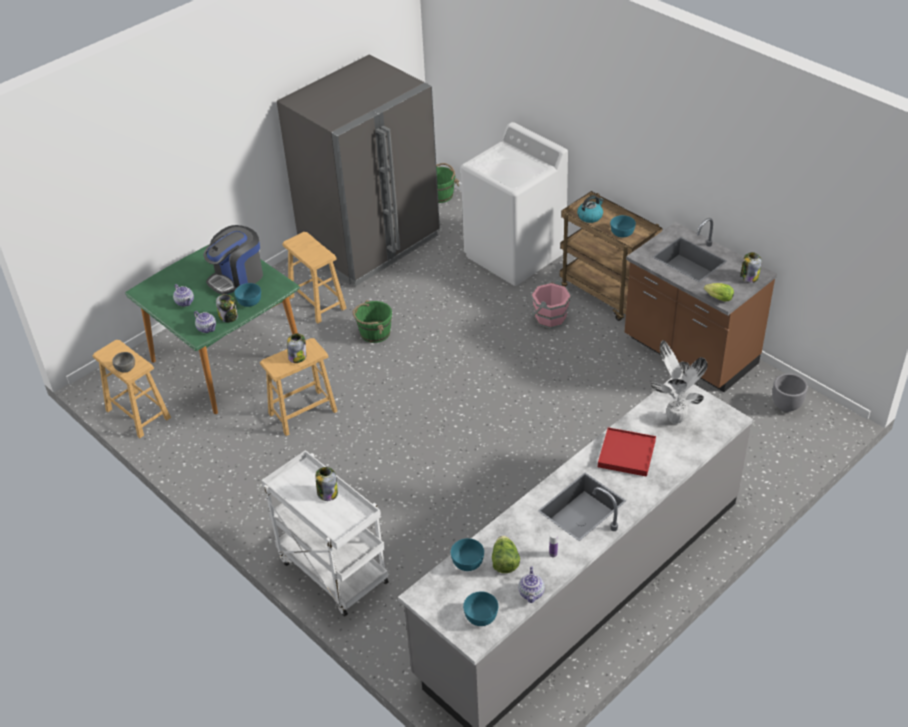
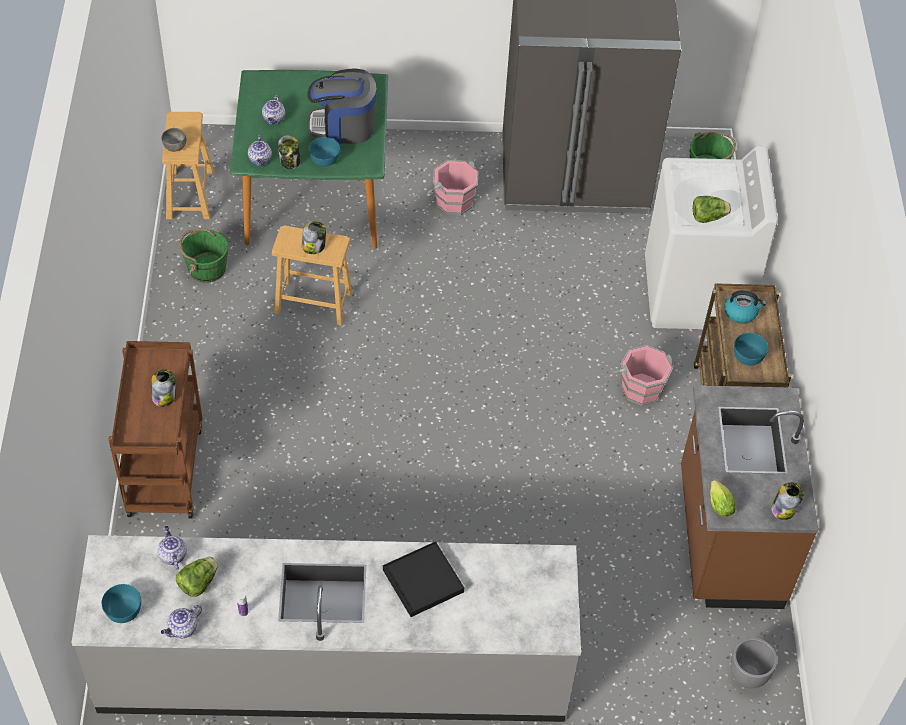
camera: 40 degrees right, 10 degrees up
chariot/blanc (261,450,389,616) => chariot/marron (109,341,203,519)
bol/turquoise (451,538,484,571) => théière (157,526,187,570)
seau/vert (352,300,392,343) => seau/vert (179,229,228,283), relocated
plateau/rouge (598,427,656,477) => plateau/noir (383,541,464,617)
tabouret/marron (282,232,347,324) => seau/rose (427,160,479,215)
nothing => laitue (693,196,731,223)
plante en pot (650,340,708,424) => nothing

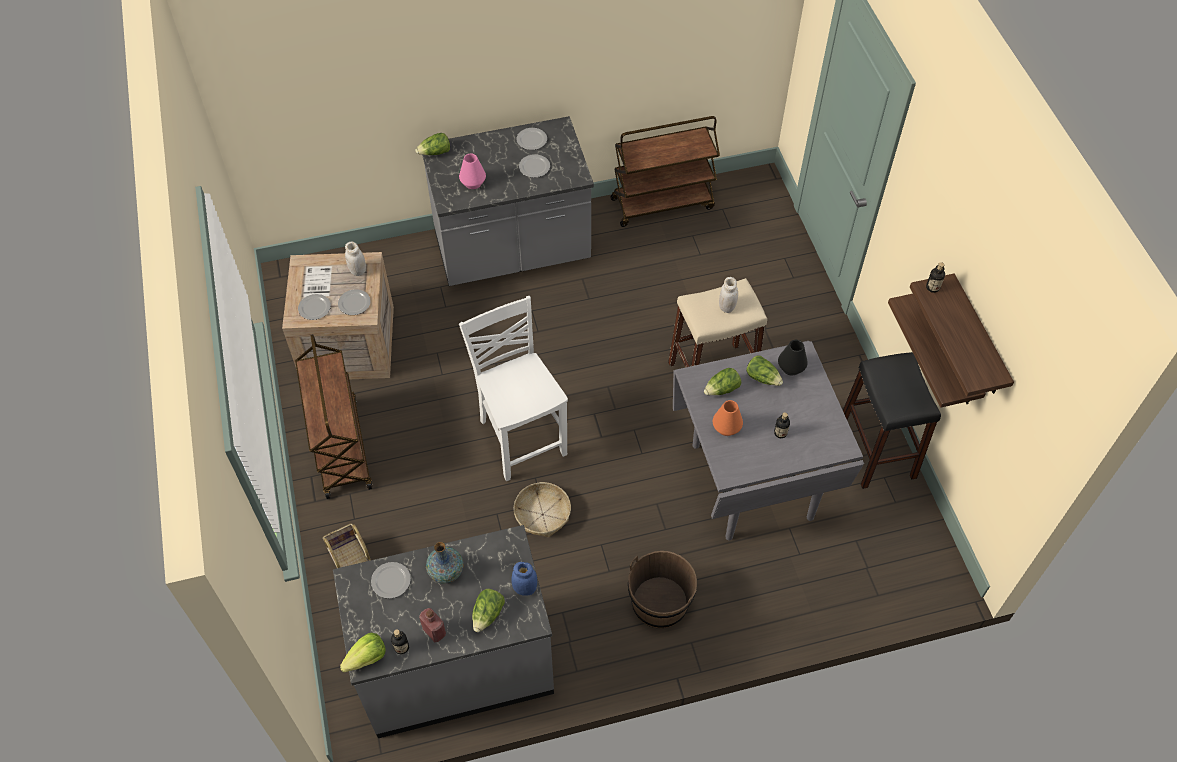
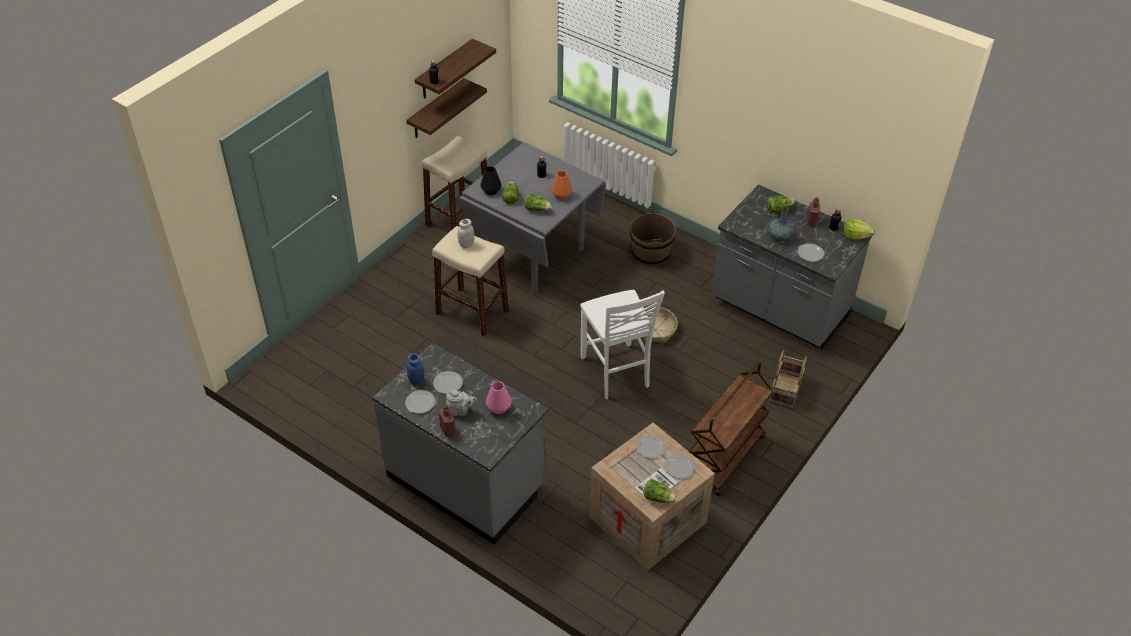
camera: 130 degrees left, 10 degrees down
bocal/bleu (511,562,537,596) => bocal/bleu (406,353,425,386), relocated
tabouret/noir (843,352,941,489) => tabouret/beige (422,136,487,230)
nothing => bouteille/rouge (439,405,456,436)
nothing => théière/gris (446,390,477,416)
chaise/blanc (459,296,568,481) => chaise/blanc (580,290,665,399), 45 degrees counterclockwise
laitue (415,133,450,155) => laitue (644,479,677,503), relocated
bocal/blanc (345,242,366,276) => nothing
chariot/marron (610,116,720,227) => nothing

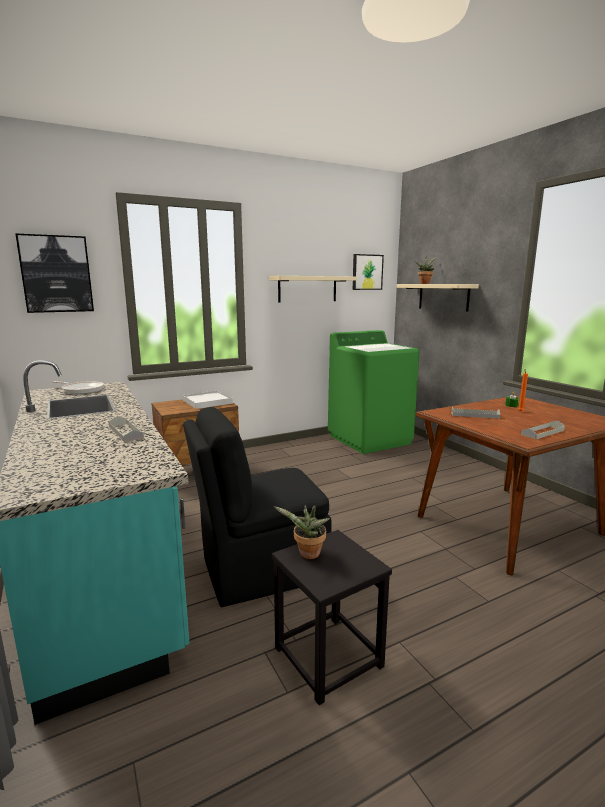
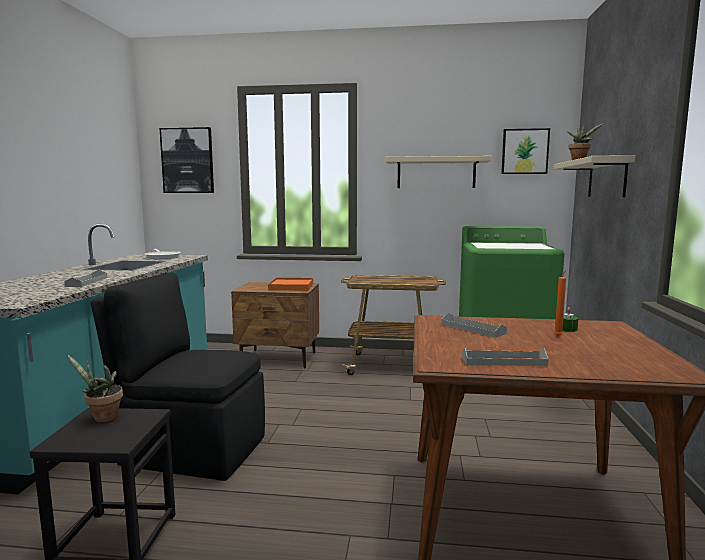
camera: 35 degrees right, 5 degrees down
plateau/blanc (183,391,233,409) => plateau/orange (268,278,313,291)
nothing => chariot (341,275,446,375)

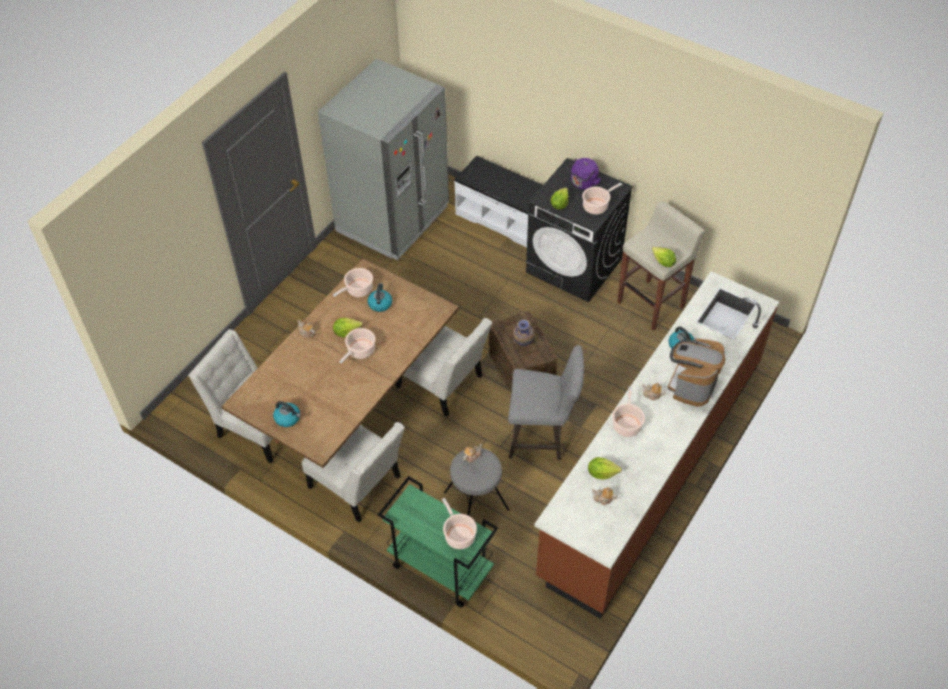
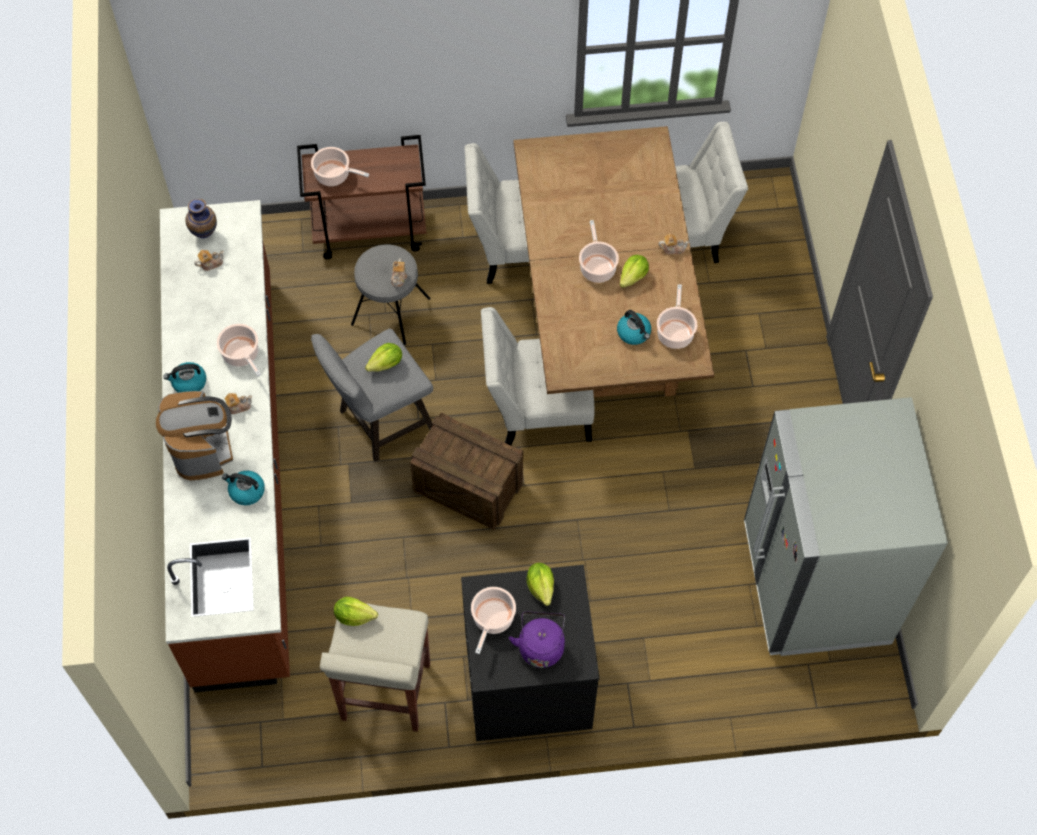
camera: 140 degrees right, 10 degrees up
bouilloire (273,401,301,427) => bouilloire (163,362,206,393), relocated
vase (513,319,535,346) => vase (185,199,217,238), relocated
chariot/vert (378,476,498,607) => chariot/marron (297,135,426,259)
laitue (588,457,622,479) => laitue (365,343,402,371), relocated
banc/blanc (454,156,543,247) => nothing

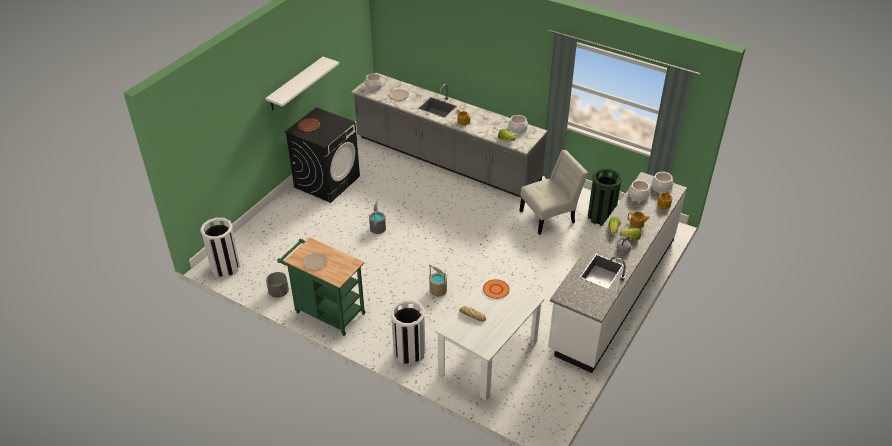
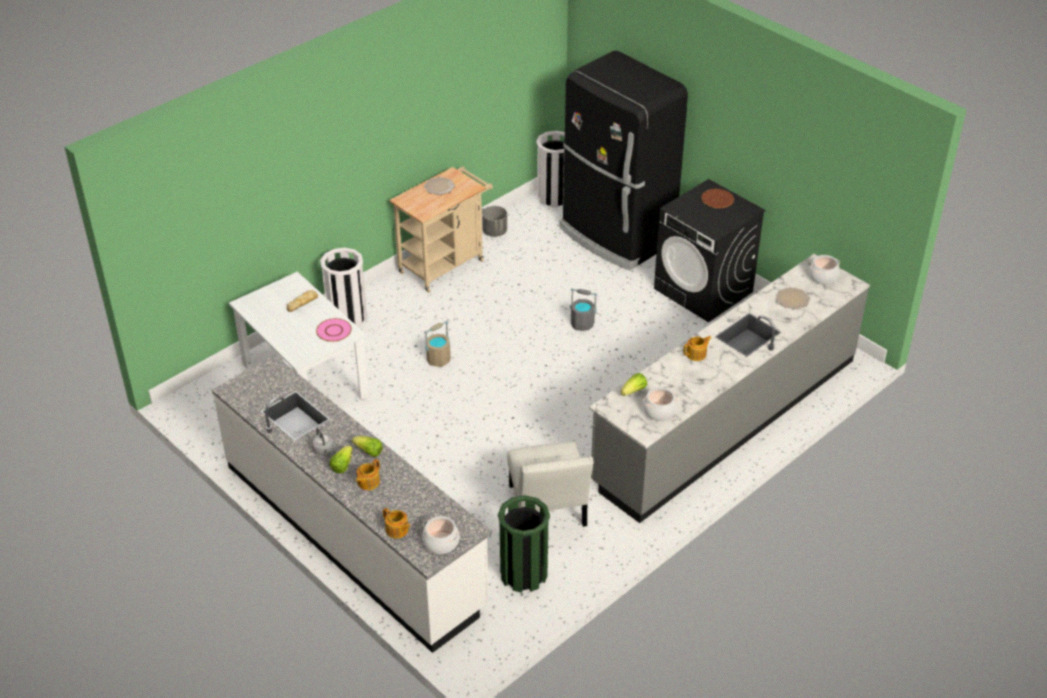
camera: 105 degrees right, 0 degrees up
assiette/orange (483,279,510,299) => assiette/rose (316,318,352,342)
chariot/vert (277,238,366,336) => chariot/beige (389,167,493,293)
nothing => réfrigérateur/noir (559,51,688,270)
étagère/blanc (265,57,339,110) => nothing
marmite (628,180,650,201) => nothing

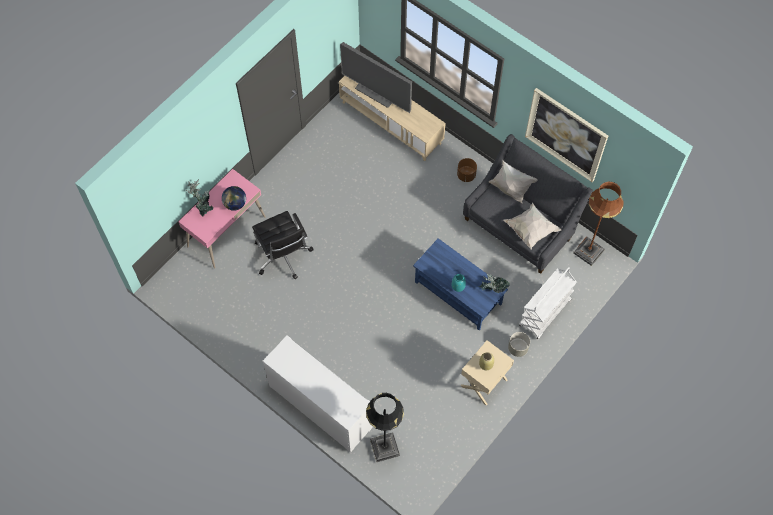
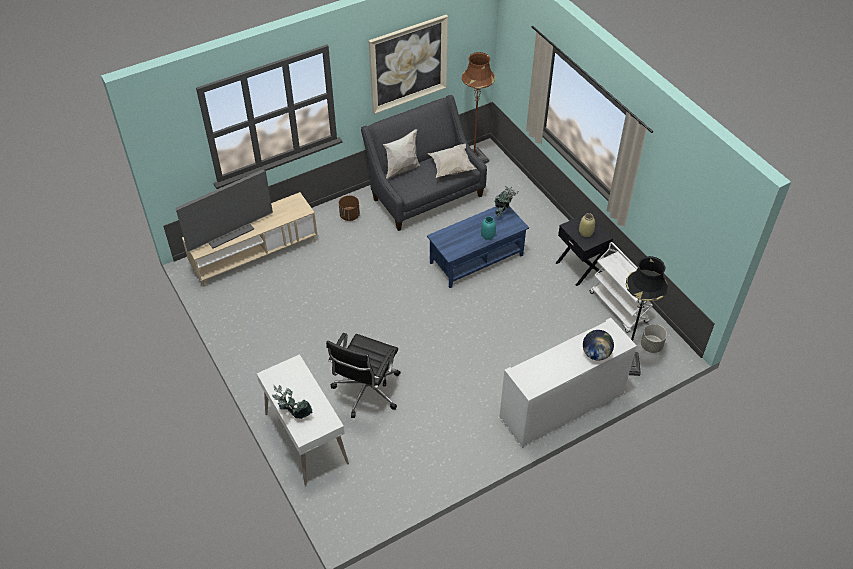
camera: 70 degrees left, 15 degrees down
bureau/rose (179,169,266,269) => bureau/blanc (257,354,349,485)
chaise de bureau/noir (252,211,314,279) => chaise de bureau/noir (326,333,401,418), 120 degrees clockwise
table de chevet/beige (461,340,514,406) => table de chevet/noir (556,213,613,286)
globe (222,186,246,211) => globe (583,330,614,361), relocated
chariot/blanc (519,267,577,339) => chariot/blanc (590,242,653,333), relocated
cache-pot/gris (508,332,530,357) => cache-pot/gris (641,324,667,353), relocated

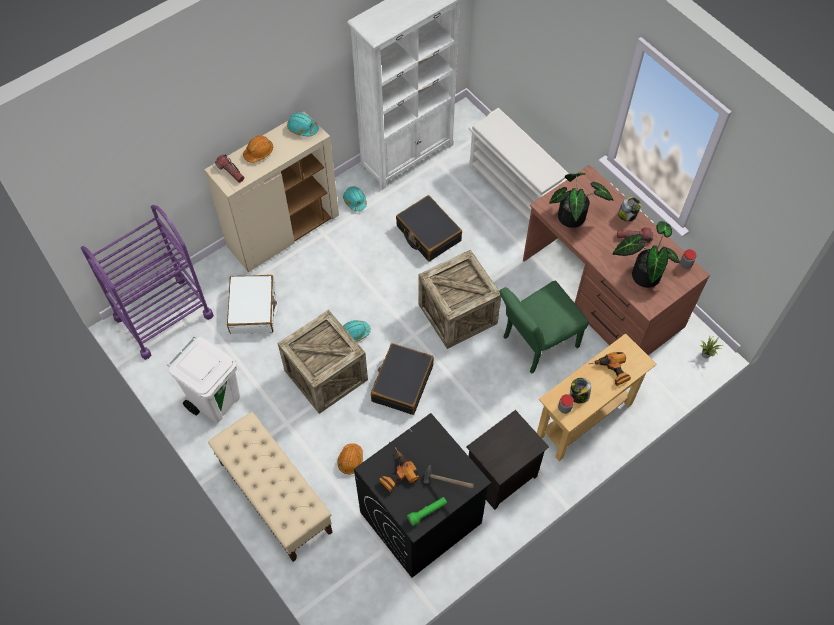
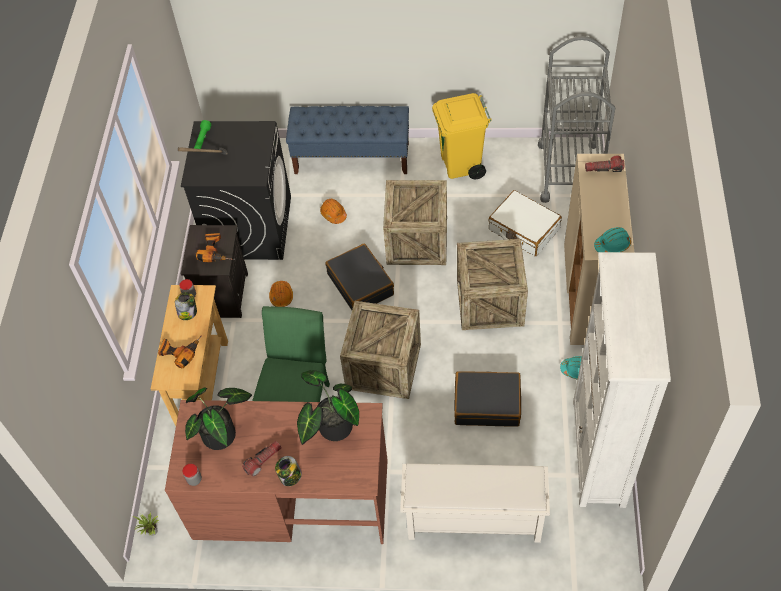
camera: 135 degrees right, 5 degrees down
perceuse (379,447,419,492) => perceuse (196,233,233,262), relocated
casque de chantier/orange (243,135,273,163) => casque de chantier/orange (269,281,293,307), relocated
banc/beige (208,412,333,562) => banc/bleu (286,106,409,174)
poubelle/blanc (167,337,240,422) => poubelle/jaune (432,93,492,179)
nothing => caisse (457,239,528,330)
chariot/violet (81,205,214,360) => chariot/gris (538,36,615,203)
casque de chantier/turquoise (343,320,371,342) => nothing

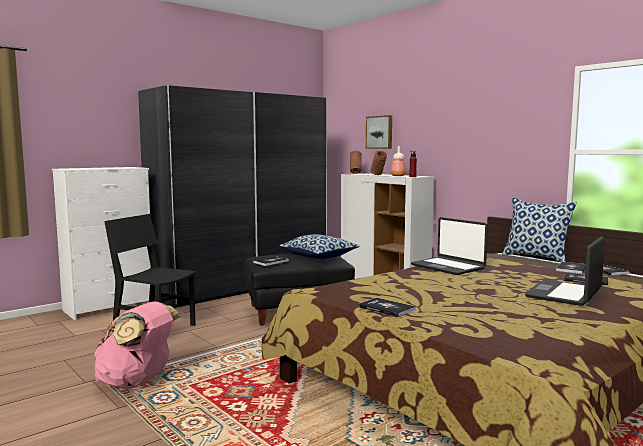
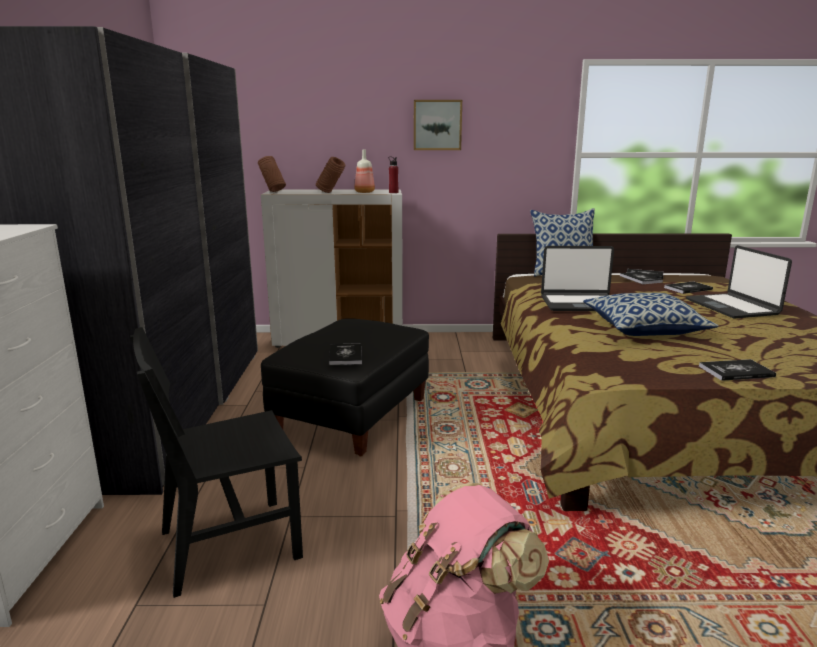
camera: 50 degrees left, 10 degrees up
tableau (366,115,392,149) => tableau (414,100,462,150), relocated
coussin (279,234,360,259) => coussin (583,293,719,336), relocated

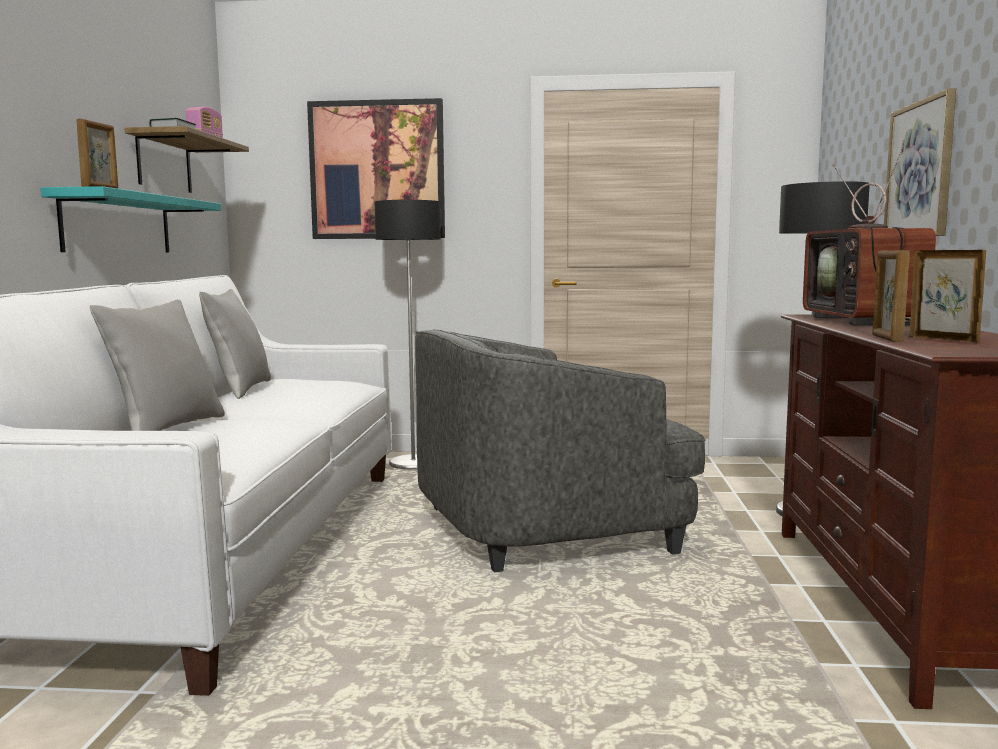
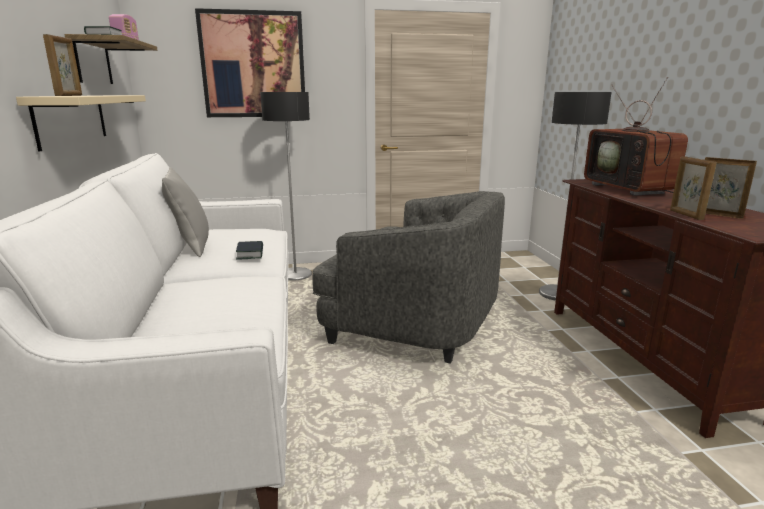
camera: 15 degrees left, 10 degrees up
étagère/turquoise (41,186,221,252) => étagère/beige (16,95,146,152)
nothing => livre (236,241,263,260)
fauteuil/gris (415,329,705,572) => fauteuil/gris (312,191,505,364), 120 degrees counterclockwise
coussin/gris (89,299,225,431) => nothing
tableau (884,88,956,236) => nothing

